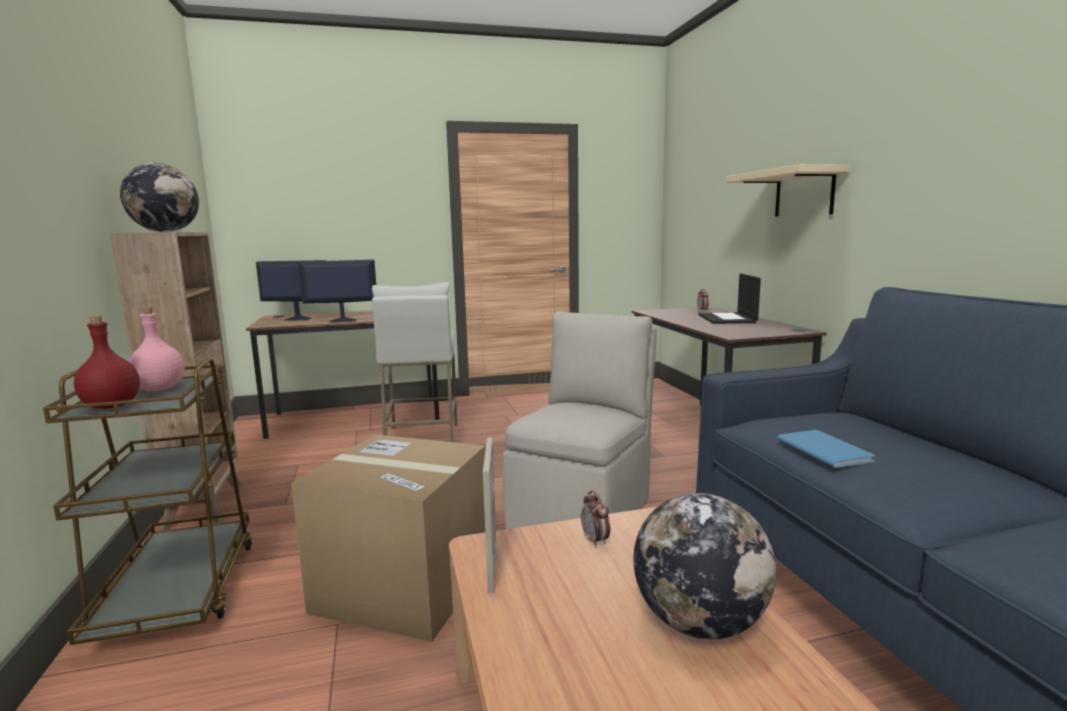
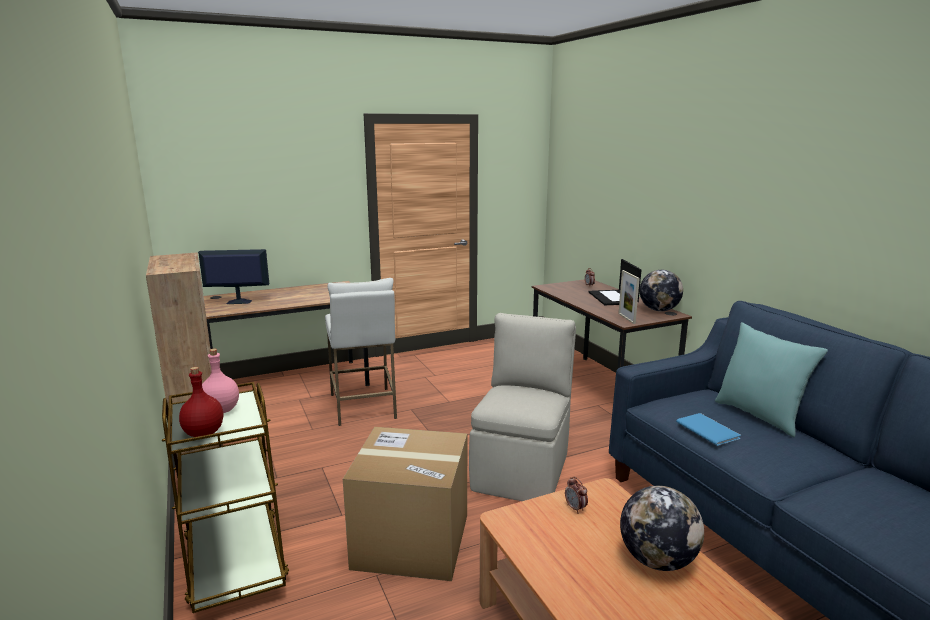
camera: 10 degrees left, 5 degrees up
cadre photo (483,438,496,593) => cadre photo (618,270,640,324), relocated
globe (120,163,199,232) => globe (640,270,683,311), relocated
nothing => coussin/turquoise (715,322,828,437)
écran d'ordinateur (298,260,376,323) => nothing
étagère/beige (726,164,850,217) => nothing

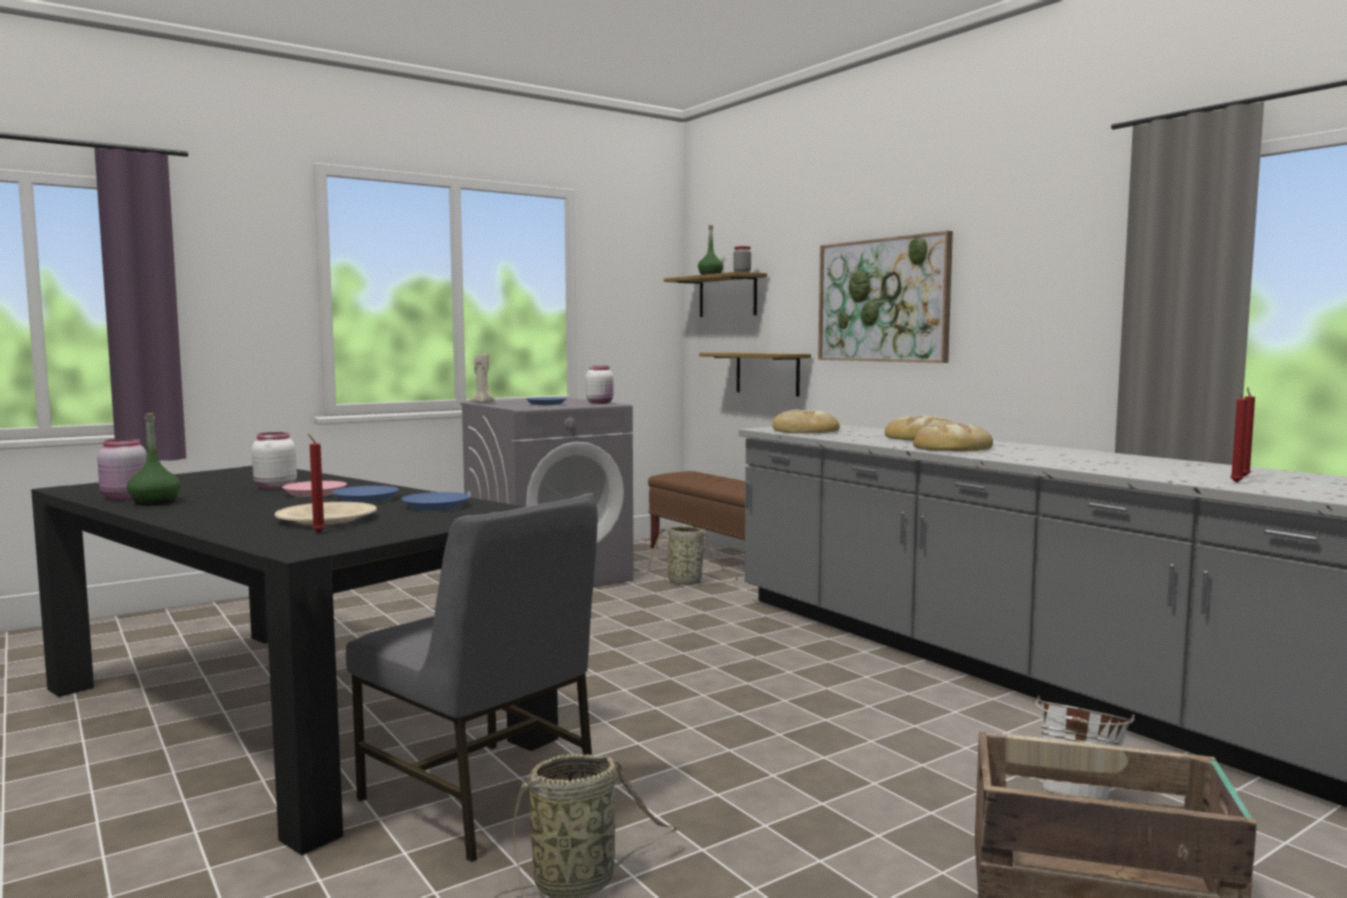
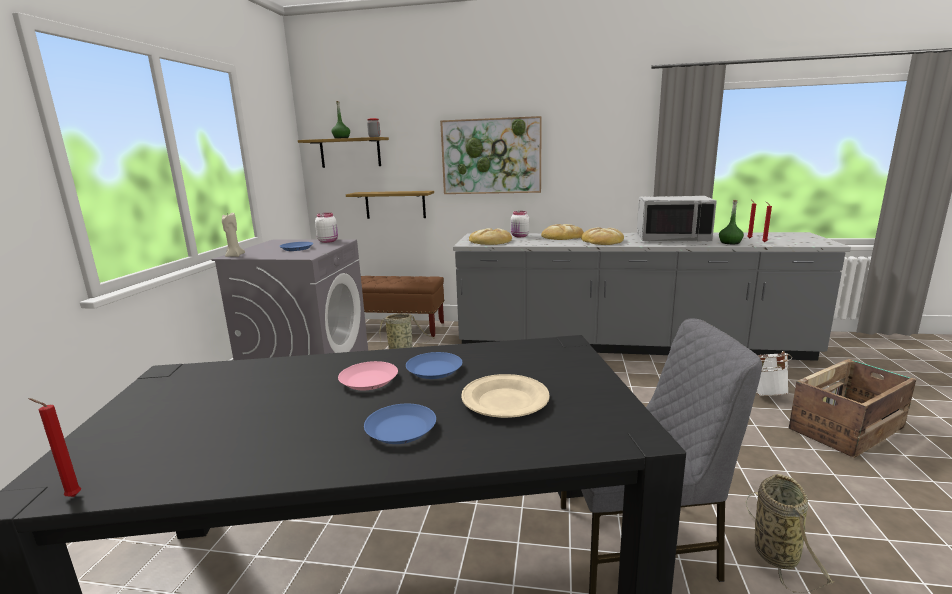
camera: 45 degrees left, 10 degrees up
bougie/rouge (308,434,325,532) => bougie/rouge (28,398,81,497), relocated
assiette/bleu (402,492,470,510) => assiette/bleu (364,404,436,444), relocated
bocal/blanc (252,432,297,489) => bocal/blanc (511,211,529,237), relocated
nothing => micro-ondes/gris (637,196,717,241)
bouteille/vert (127,413,181,505) => bouteille/vert (719,200,744,244), relocated
bocal/rose (97,438,147,500) => nothing

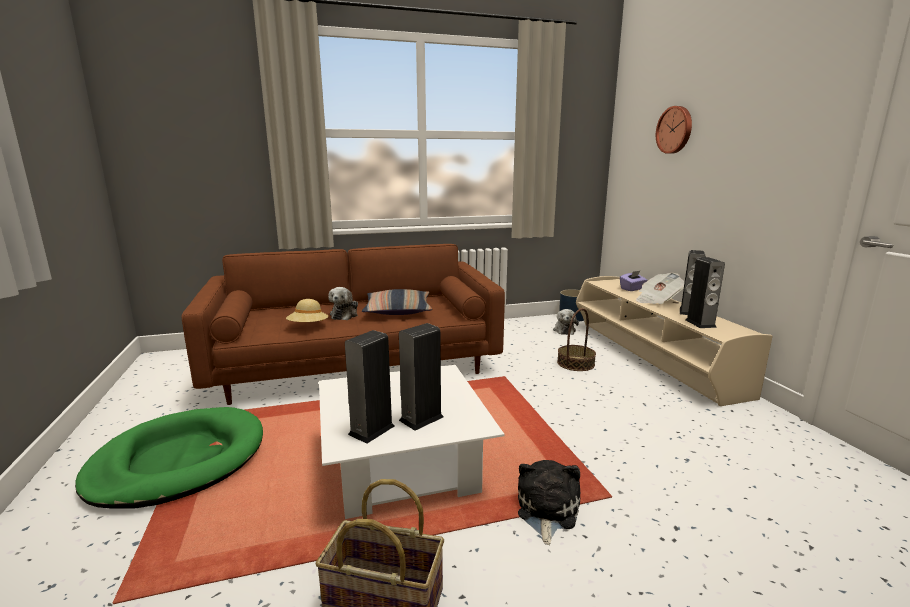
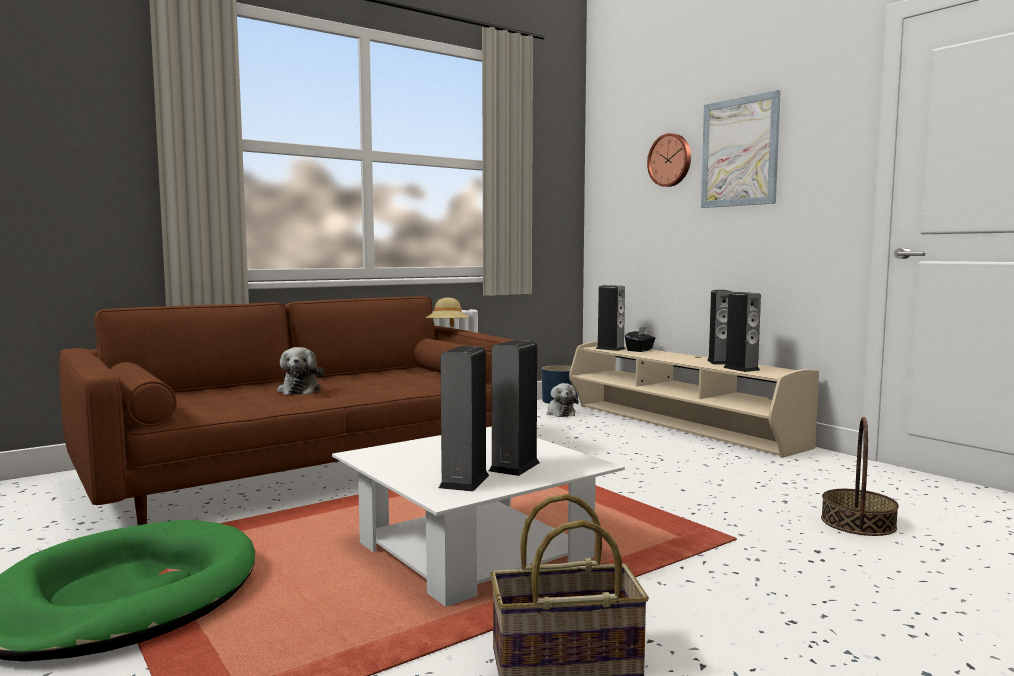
camera: 20 degrees left, 10 degrees down
chapeau/beige (286,299,329,322) => chapeau/beige (426,298,470,327), relocated
nothing => enceinte (596,285,625,351)
boîte à mouchoirs/violet (620,270,647,291) => boîte à mouchoirs/noir (625,327,655,352)
nothing => tableau (701,90,781,208)
panier (557,308,596,371) => panier (821,417,899,536), relocated
coussin (362,289,432,315) => nothing
peluche (518,460,580,545) => nothing
journal (636,273,685,304) => nothing

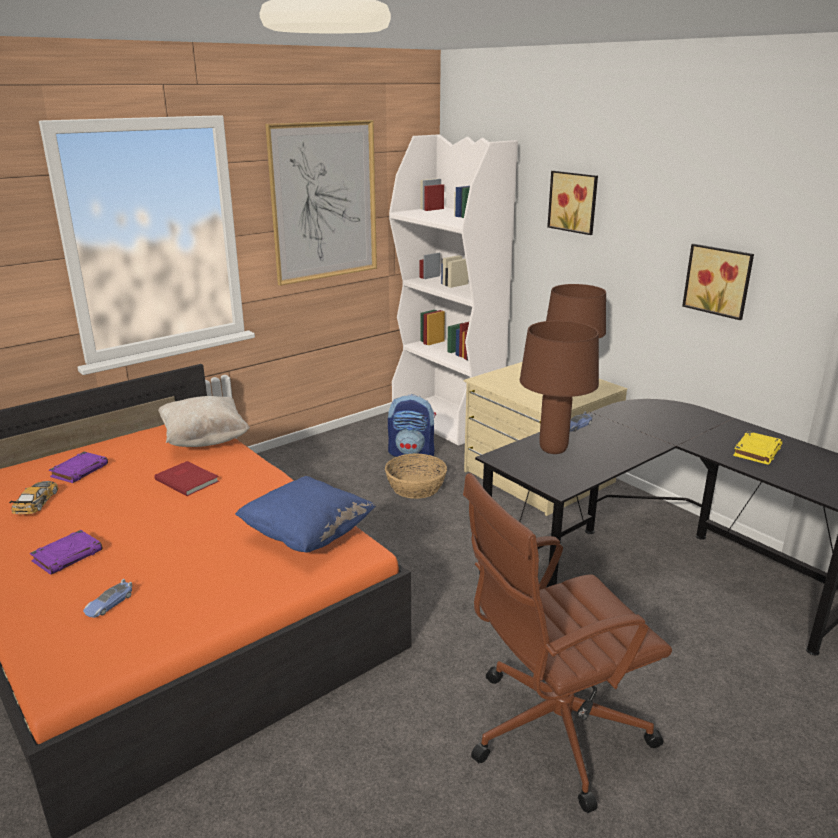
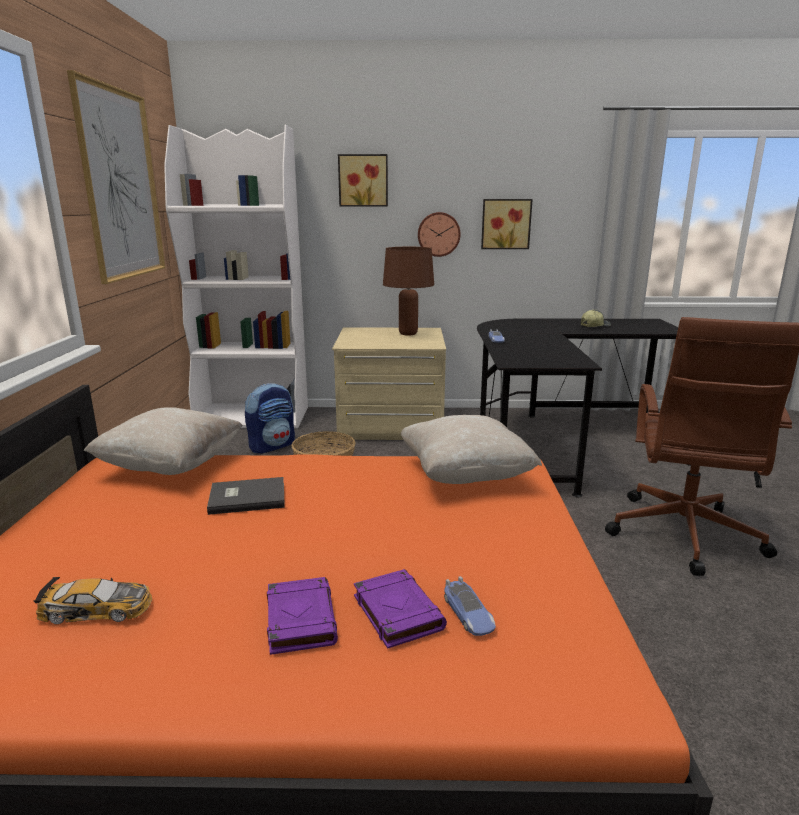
camera: 50 degrees left, 5 degrees down
petite voiture (9,481,59,514) => petite voiture (34,577,152,624), 135 degrees clockwise
livre/rouge (154,461,219,496) => livre/gris (207,477,285,515)
livre/violet (49,452,108,483) => livre/violet (354,569,447,649), relocated
coussin/bleu (235,476,376,553) => coussin/beige (401,415,542,484)
nothing => horloge murale (418,212,461,257)
livre/jaune (733,431,783,464) => casquette (581,310,611,327)
lampe de table/marron (520,321,599,454) => nothing

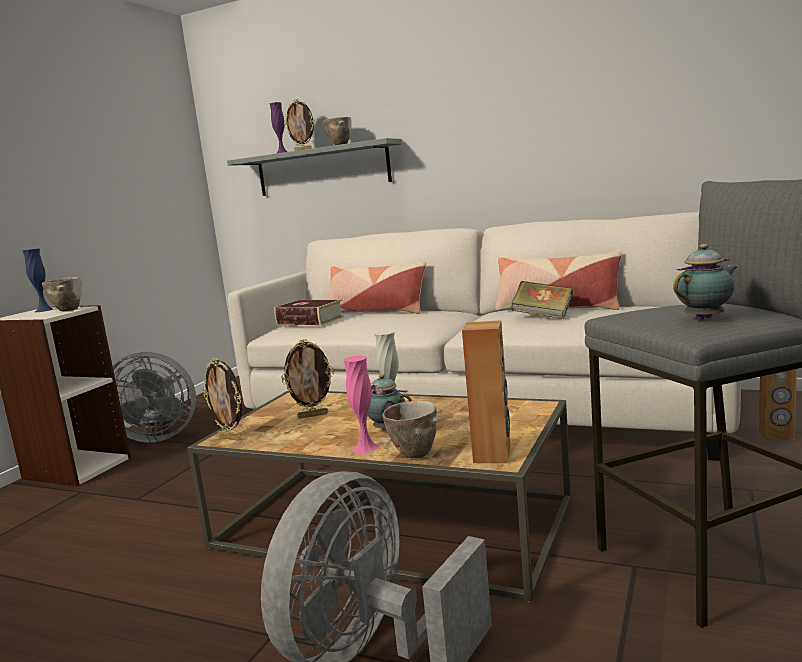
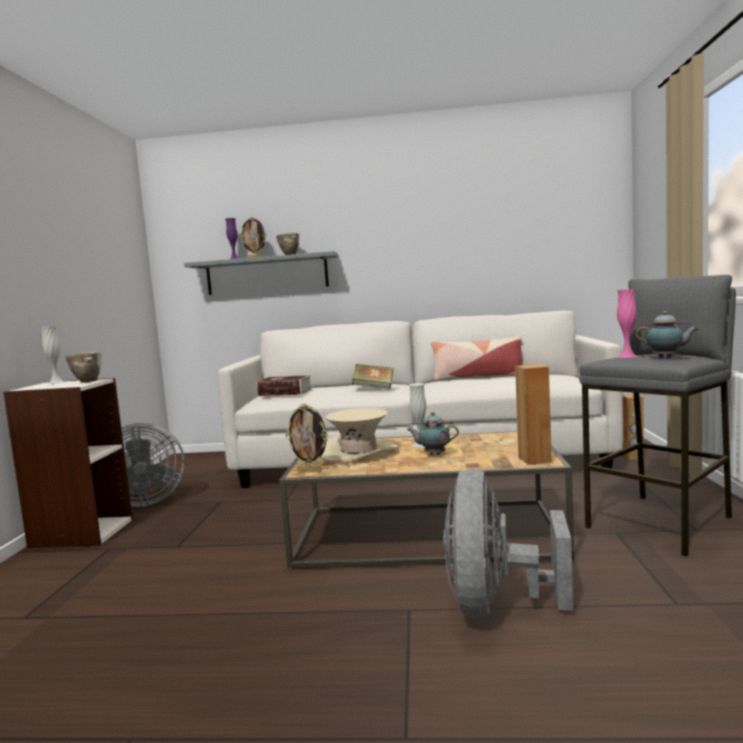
camera: 20 degrees left, 5 degrees down
vase/bleu (22,248,53,312) => vase/blanc (41,326,65,385)
cadre photo (281,339,334,419) => chapeau/beige (321,408,399,463)
livre (511,281,573,319) => livre (352,364,393,390), relocated
vase/rose (344,356,379,453) => vase/rose (617,289,638,358), relocated
théière (673,244,737,320) => théière (636,311,698,358), 75 degrees clockwise
coussin (328,261,426,314) => nothing
bol (382,401,438,458) => nothing

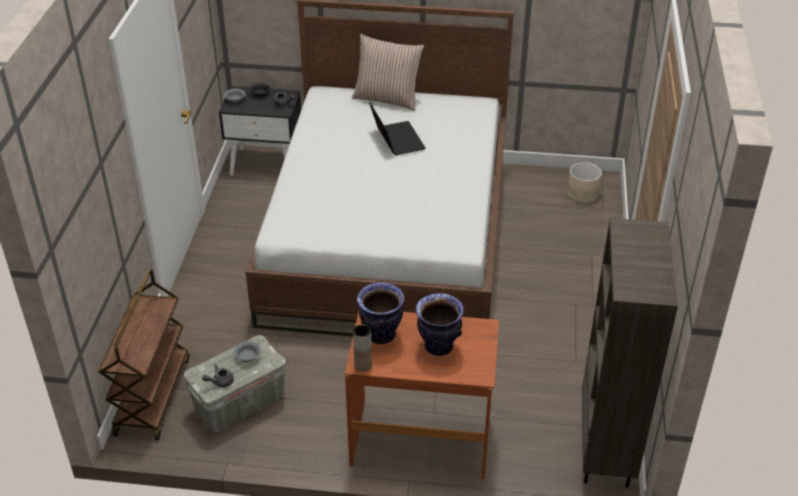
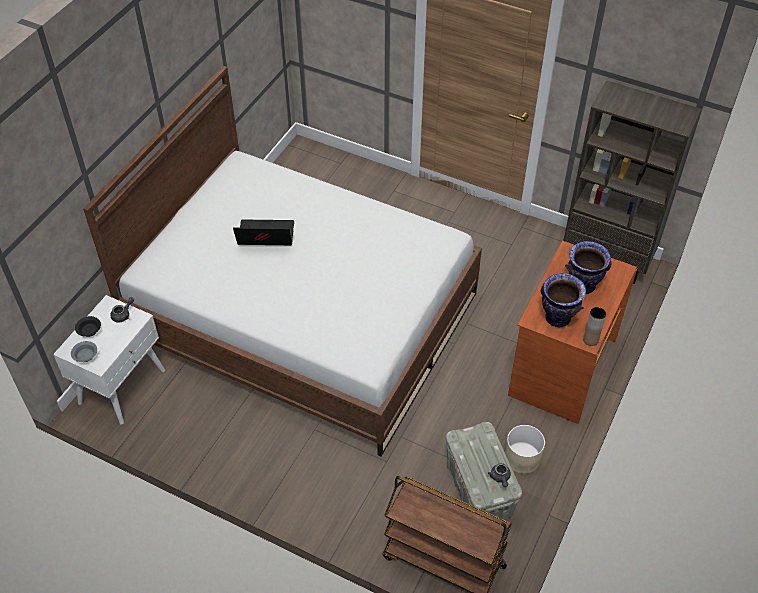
camera: 70 degrees left, 10 degrees up
table de chevet/noir (219,86,301,176) => table de chevet/blanc (53,295,165,425)
cache-pot/beige (567,162,602,203) => cache-pot/beige (505,425,545,474), relocated
bol/gris (233,341,261,362) => nothing
coussin (352,34,424,111) => nothing

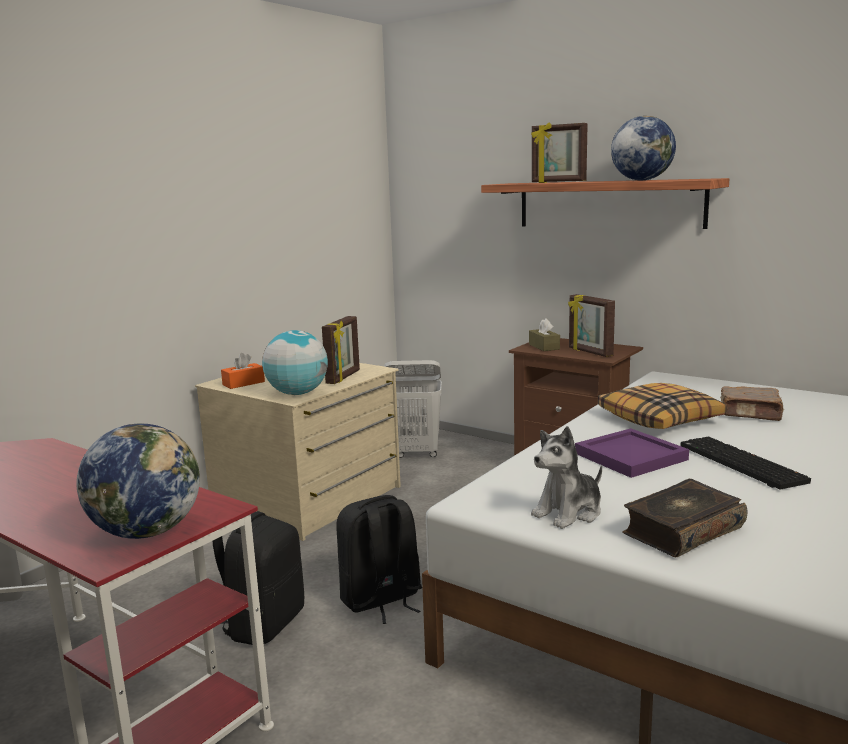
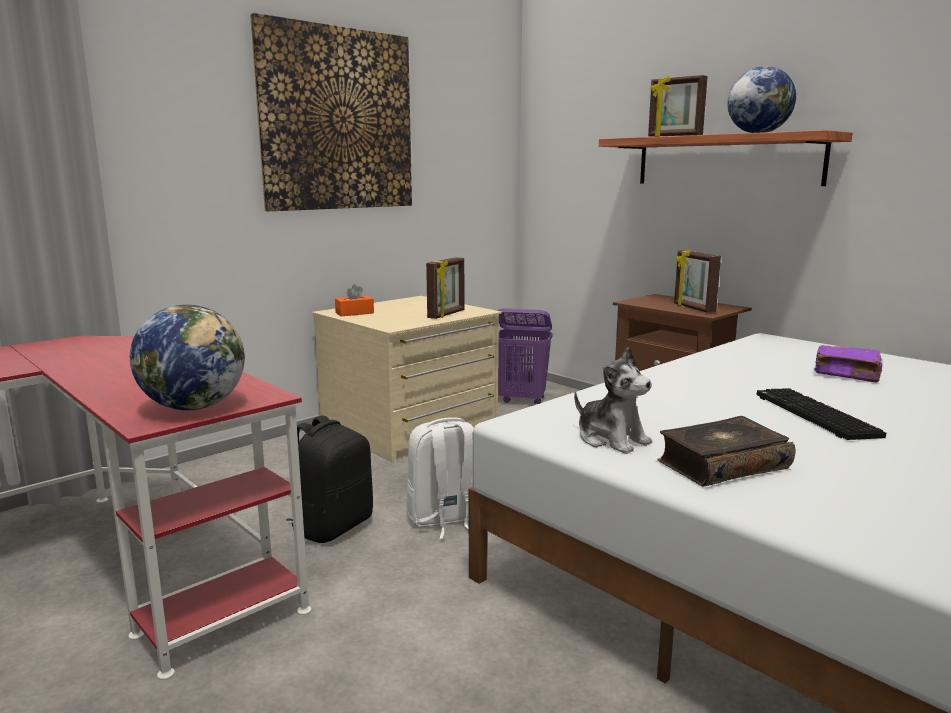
camera: 10 degrees right, 0 degrees up
nothing => tableau (250,13,412,211)
sac à dos/noir (336,495,422,624) => sac à dos/blanc (406,418,474,539)
panier à linge/blanc (384,360,442,458) => panier à linge/violet (497,308,553,404)
peluche (531,426,602,529) => peluche (574,347,652,454), 105 degrees counterclockwise
livre/marron (720,386,784,421) => livre/violet (814,345,883,383)
globe (262,330,328,395) => nothing
boîte à mouchoirs/marron (529,318,560,351) => nothing
plateau/violet (575,428,689,478) => nothing
coussin (598,383,727,429) => nothing

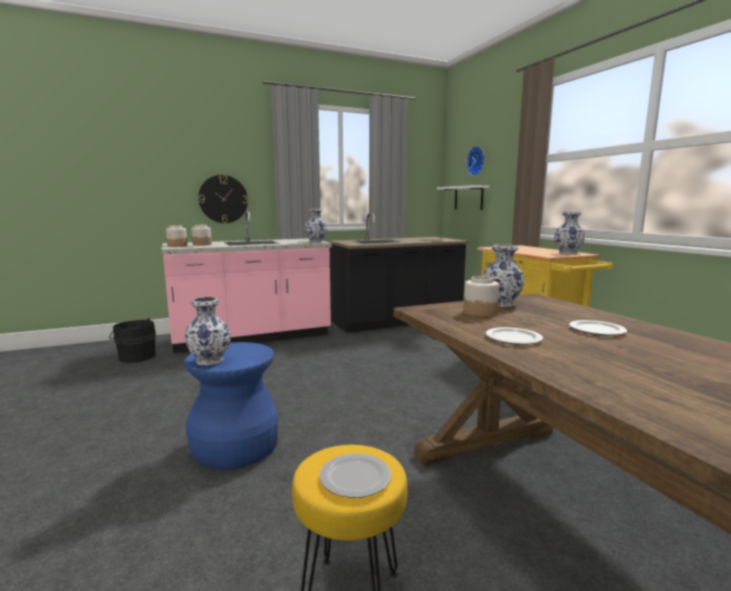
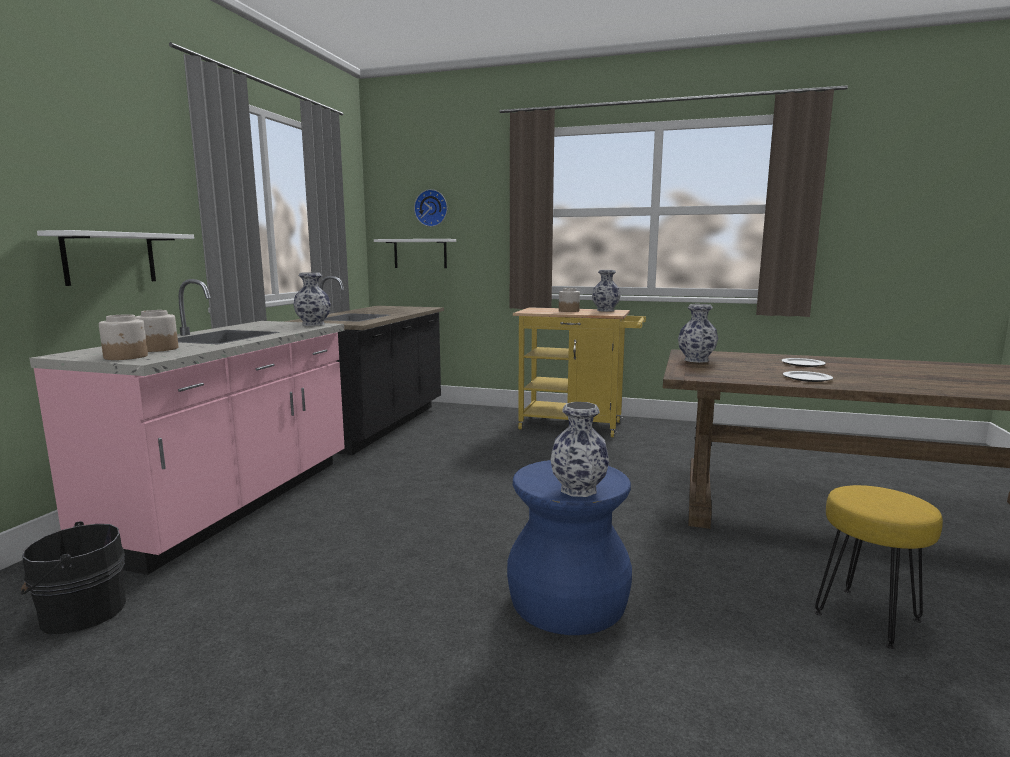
camera: 50 degrees left, 0 degrees up
horloge murale (198,175,248,223) => étagère/blanc (37,230,194,286)
bocal (464,276,499,317) => bocal (559,288,580,312), relocated
assiette (319,453,391,498) => nothing

